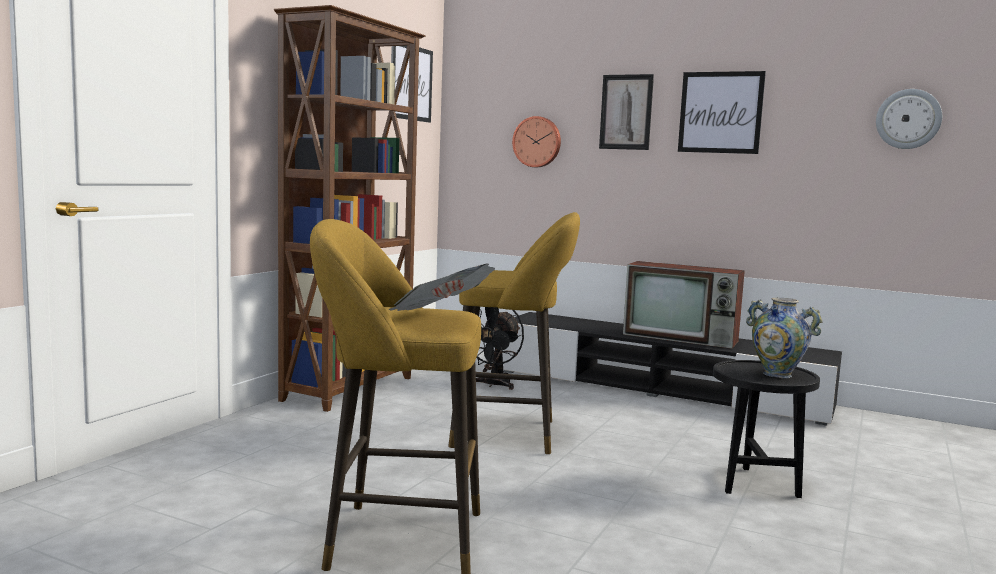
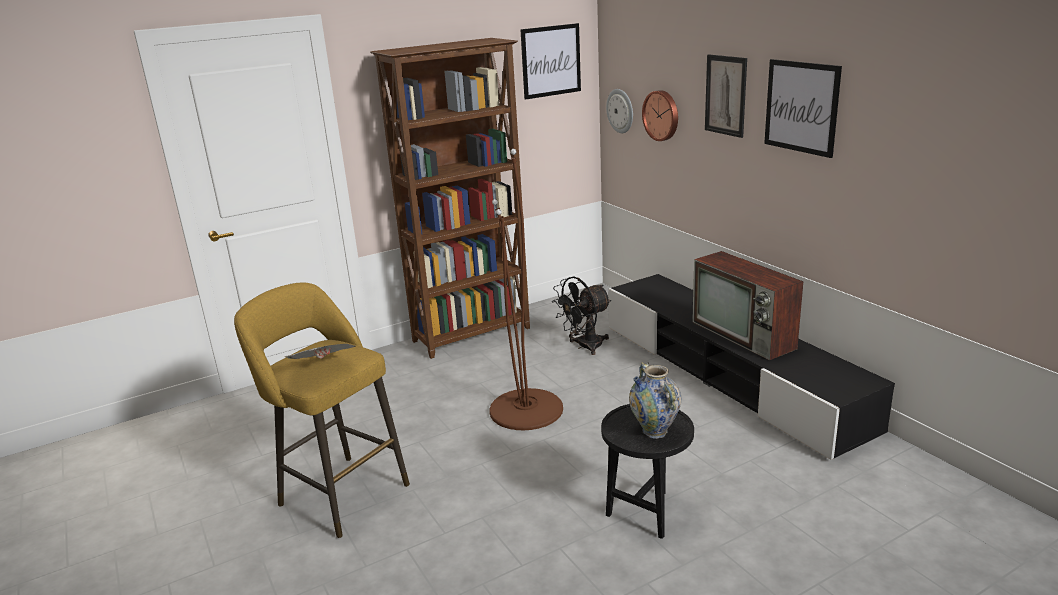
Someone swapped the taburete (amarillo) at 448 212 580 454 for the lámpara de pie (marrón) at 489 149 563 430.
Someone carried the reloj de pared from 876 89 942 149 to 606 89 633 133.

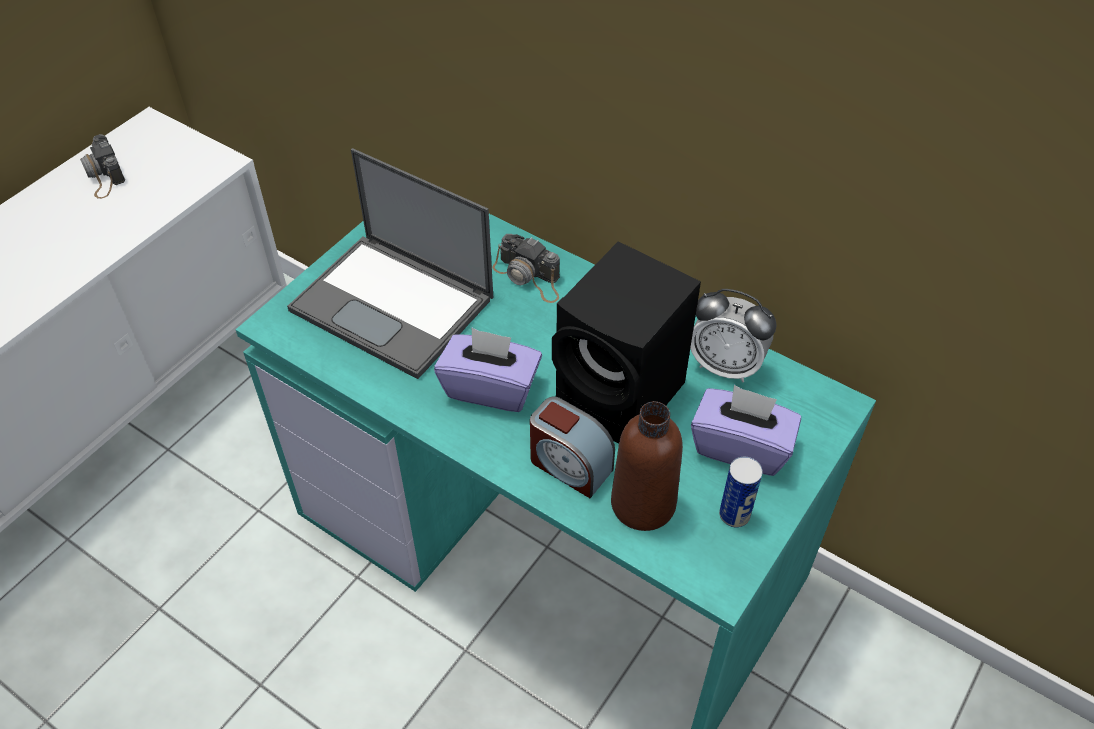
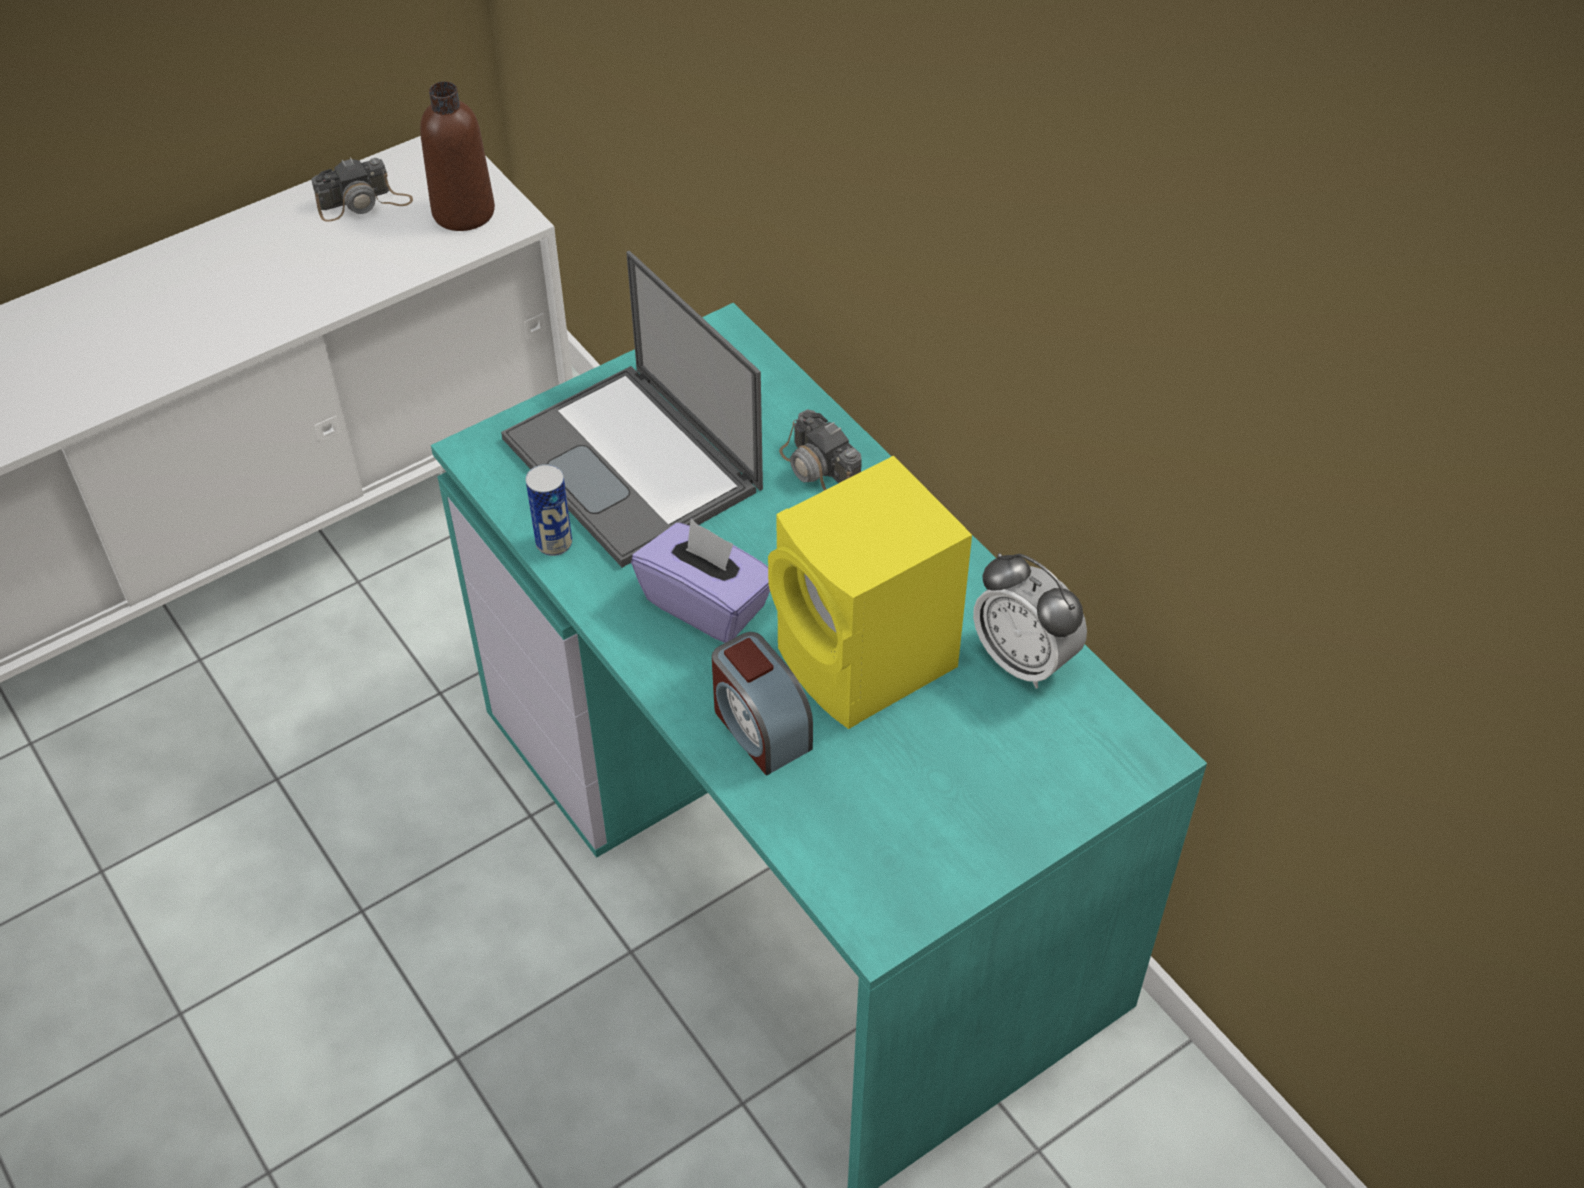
Someone rotated the cámara at 80 134 125 199 by 105 degrees counterclockwise.
Someone carried the botella (marrón) from 611 401 683 531 to 420 81 495 231.
Someone carried the lata from 719 457 763 528 to 526 464 572 556.
Someone repainted the altavoz (negro) at 552 241 701 443, which became the altavoz (amarillo) at 768 456 972 729.
Someone took away the caja de pañuelos (morado) at 691 385 801 476.

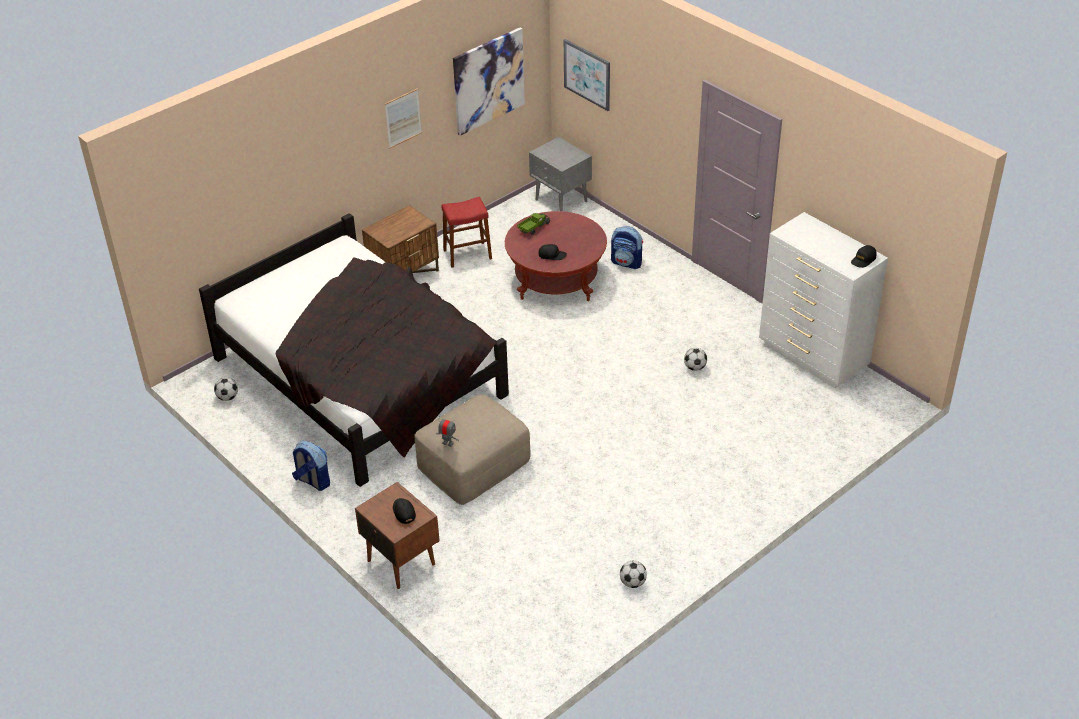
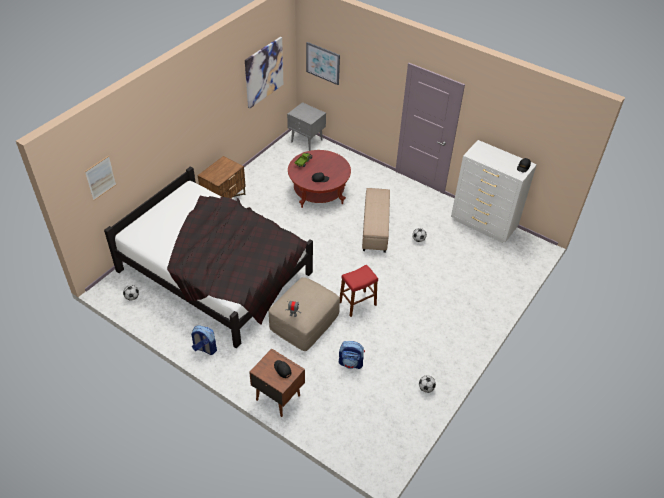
Someone carried the cuadro from 385 88 422 148 to 85 156 116 201.
Someone carried the mochila from 611 226 643 269 to 339 341 365 369.
Someone carried the taburete (rojo) from 442 197 492 268 to 340 264 378 317.
Someone put down the puf (beis) at 362 188 390 253.

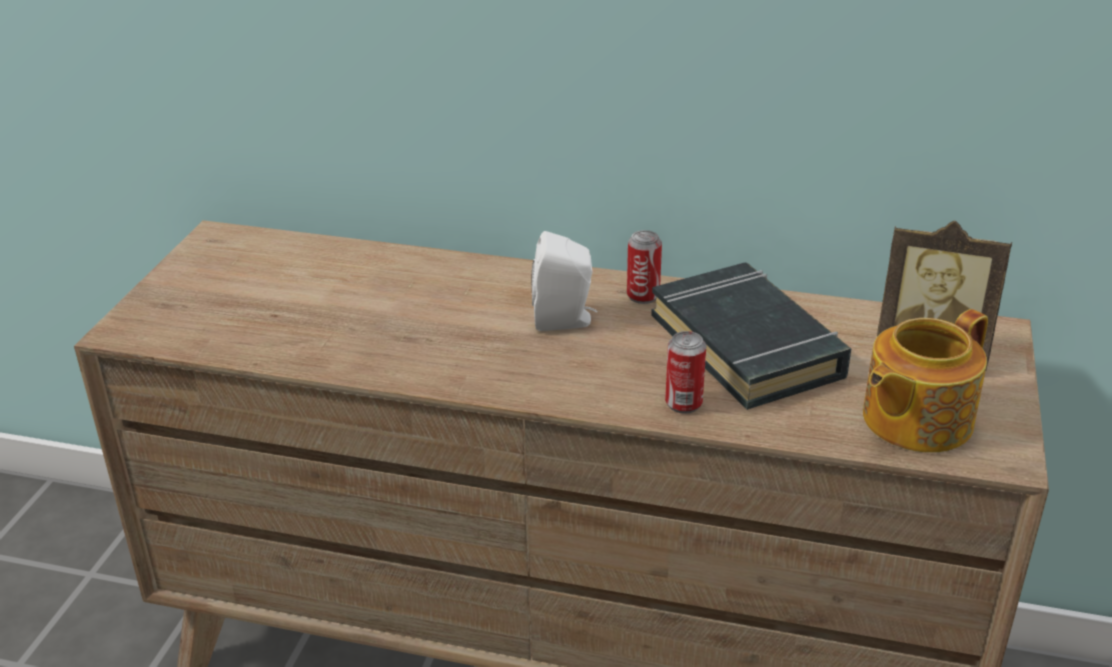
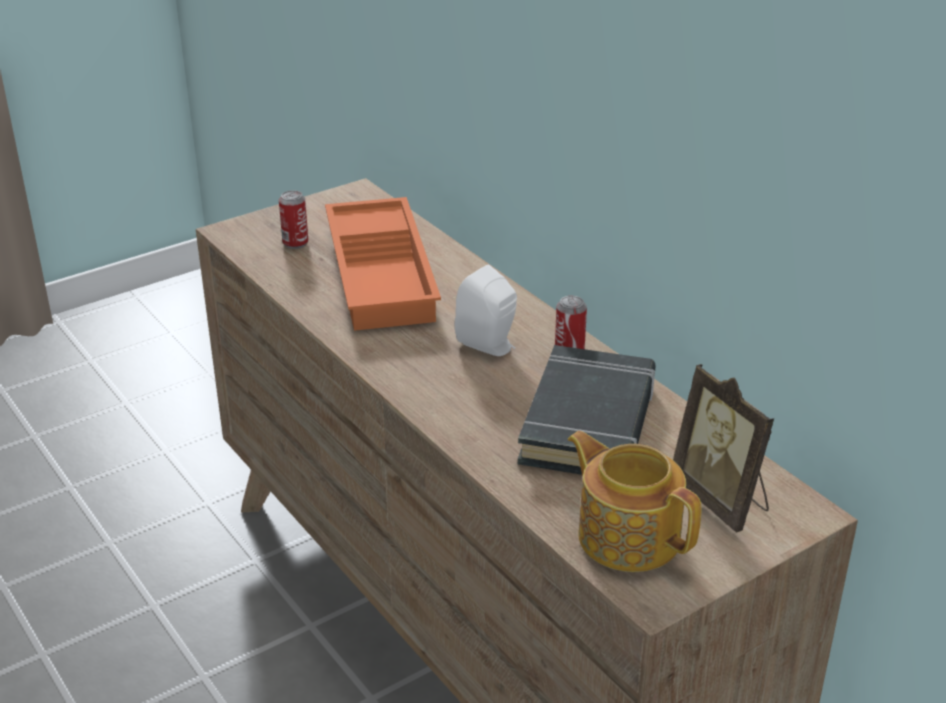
Someone carried the lata from 665 331 706 414 to 279 190 308 249.
Someone put down the bandeja (naranja) at 325 197 441 331.
Someone rotated the tetera at 863 309 988 453 by 45 degrees clockwise.

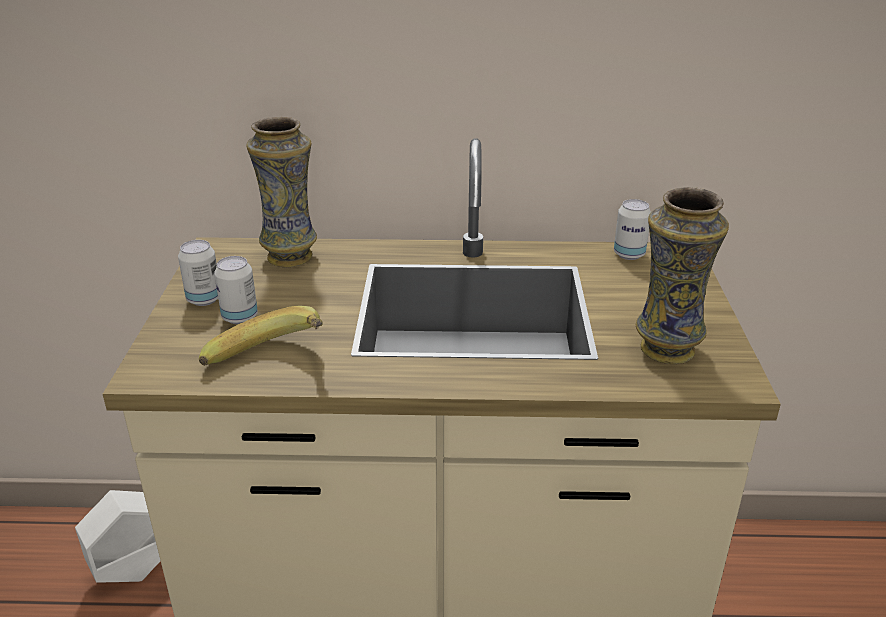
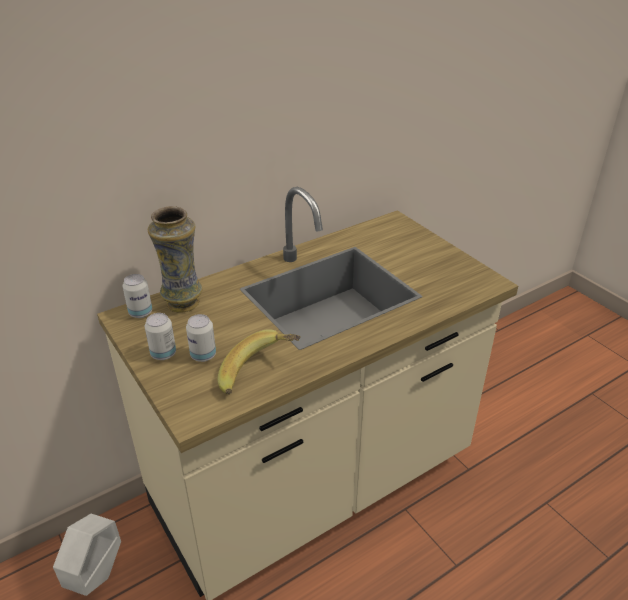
Someone carried the lata from 614 199 651 260 to 123 274 152 318.
Someone took away the florero at 636 187 729 364.

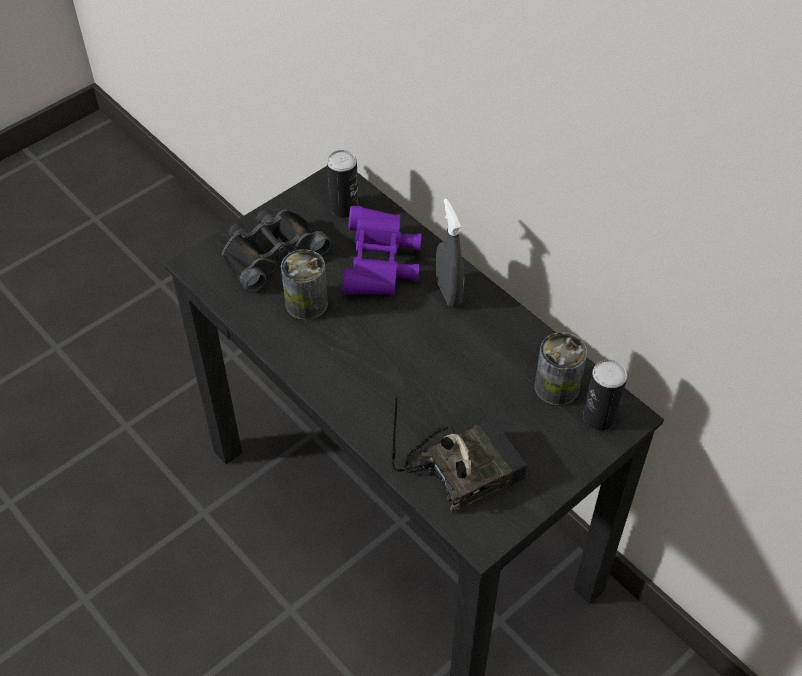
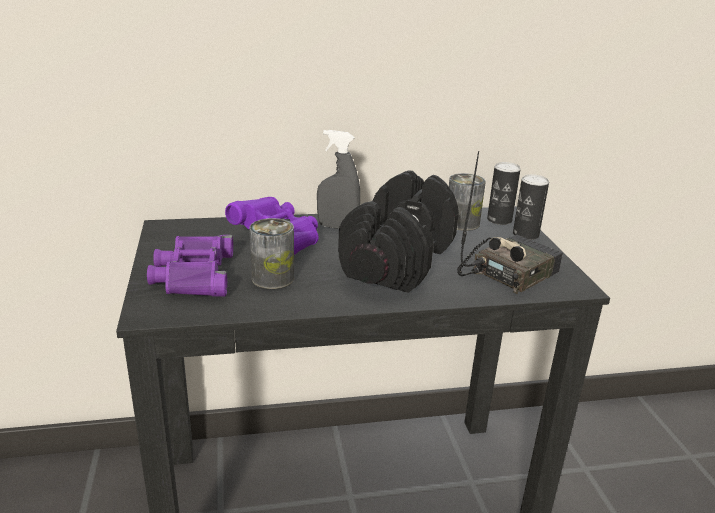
Someone repainted the prismáticos (negro) at 222 209 331 292, which became the prismáticos (morado) at 147 235 233 297.
Someone put down the mancuerna (negro) at 338 170 459 293.
Someone rotated the radio at 391 396 527 513 by 45 degrees clockwise.
Someone carried the lata from 327 150 359 218 to 513 174 549 240.

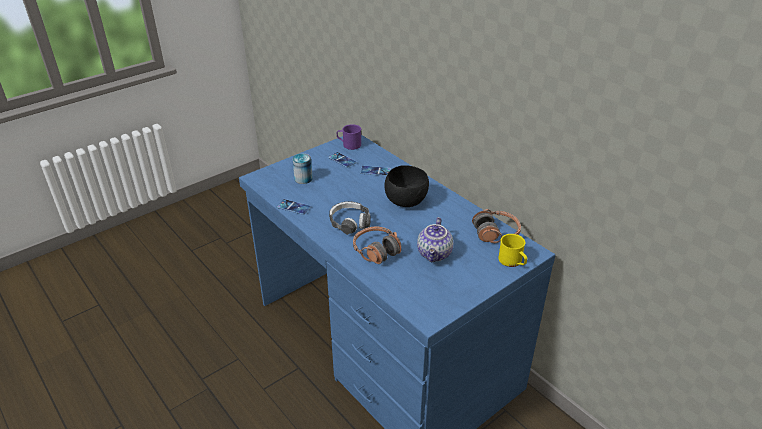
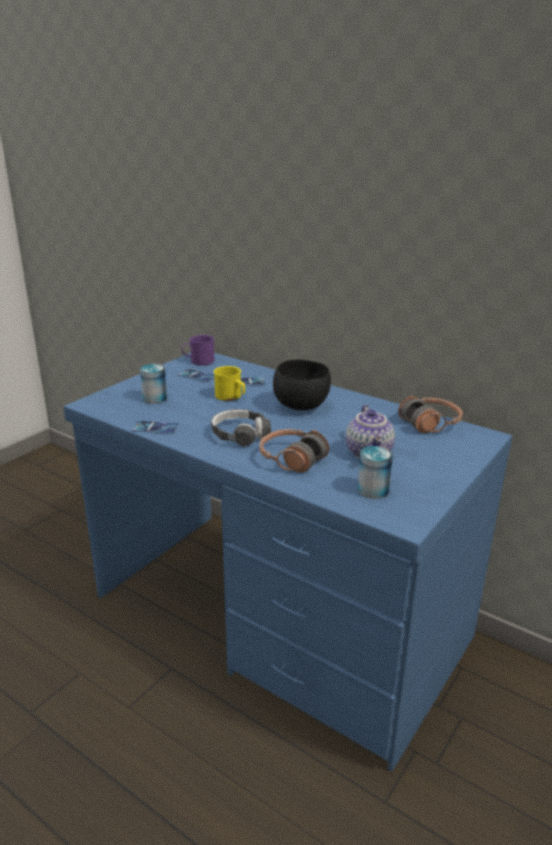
Someone carried the taza grande (amarillo) from 498 234 527 267 to 214 366 245 401.
Someone put down the lata at 358 446 393 499.

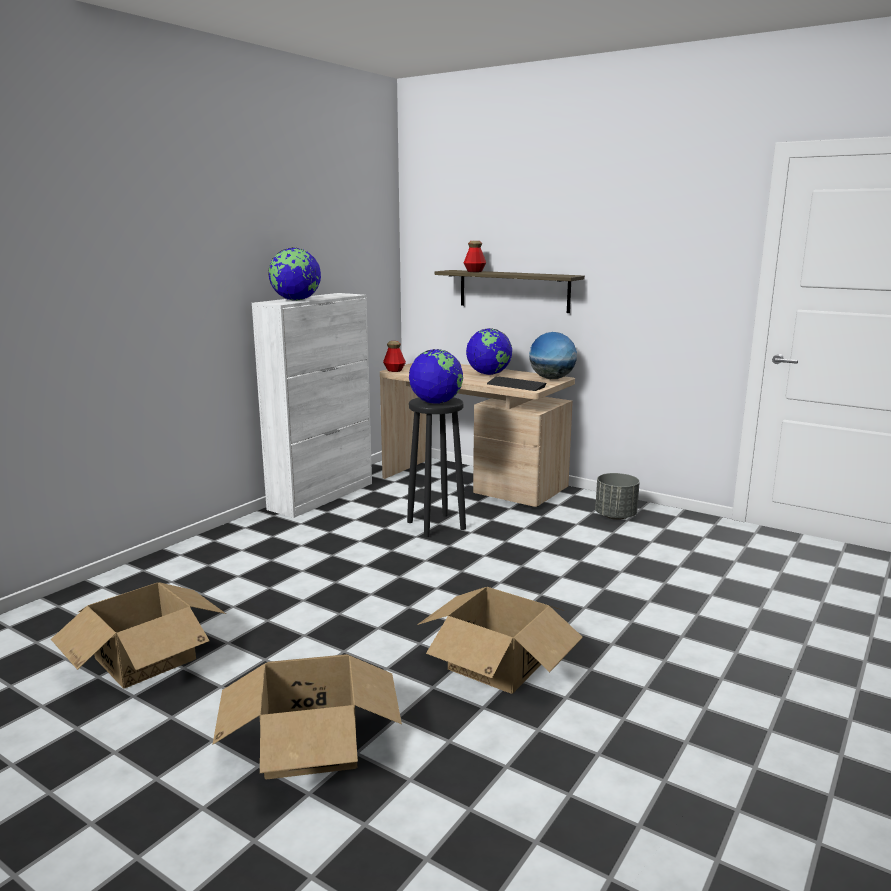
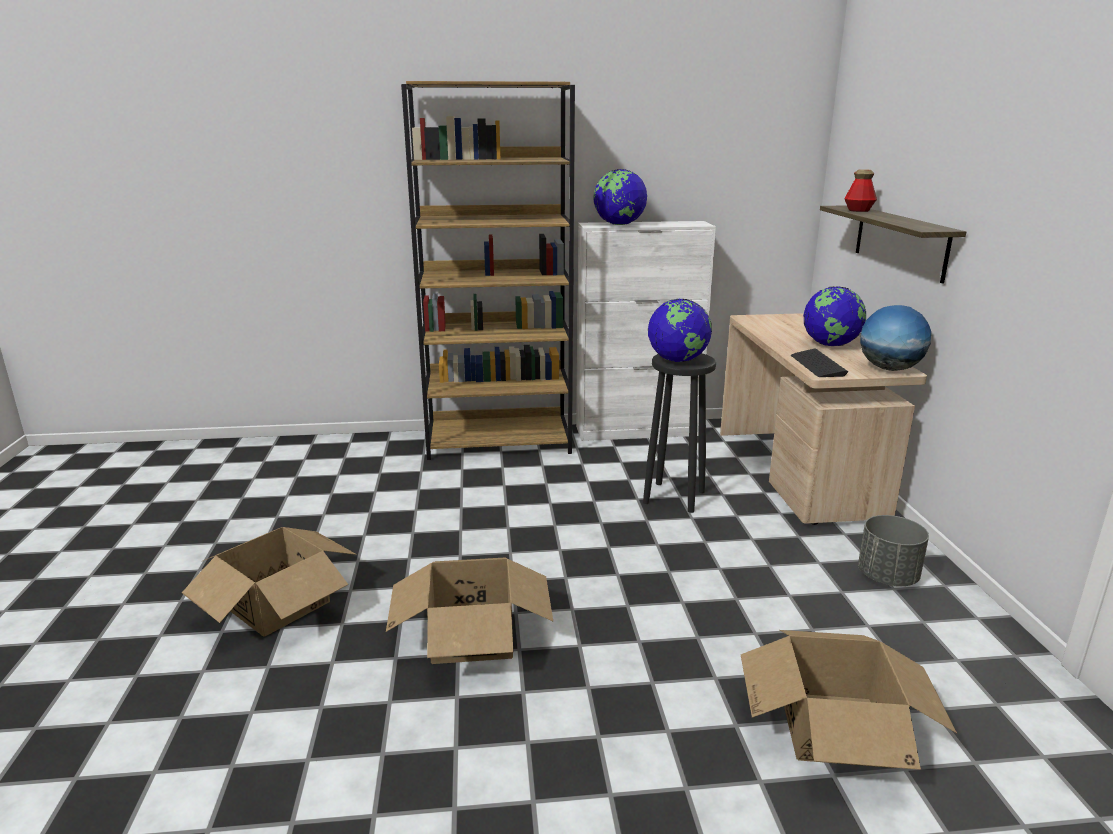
Someone put down the estantería (marrón) at 401 81 575 460.
Someone carried the caja de cartón from 51 582 226 689 to 741 630 957 770.
Someone took away the botella at 383 341 406 372.

